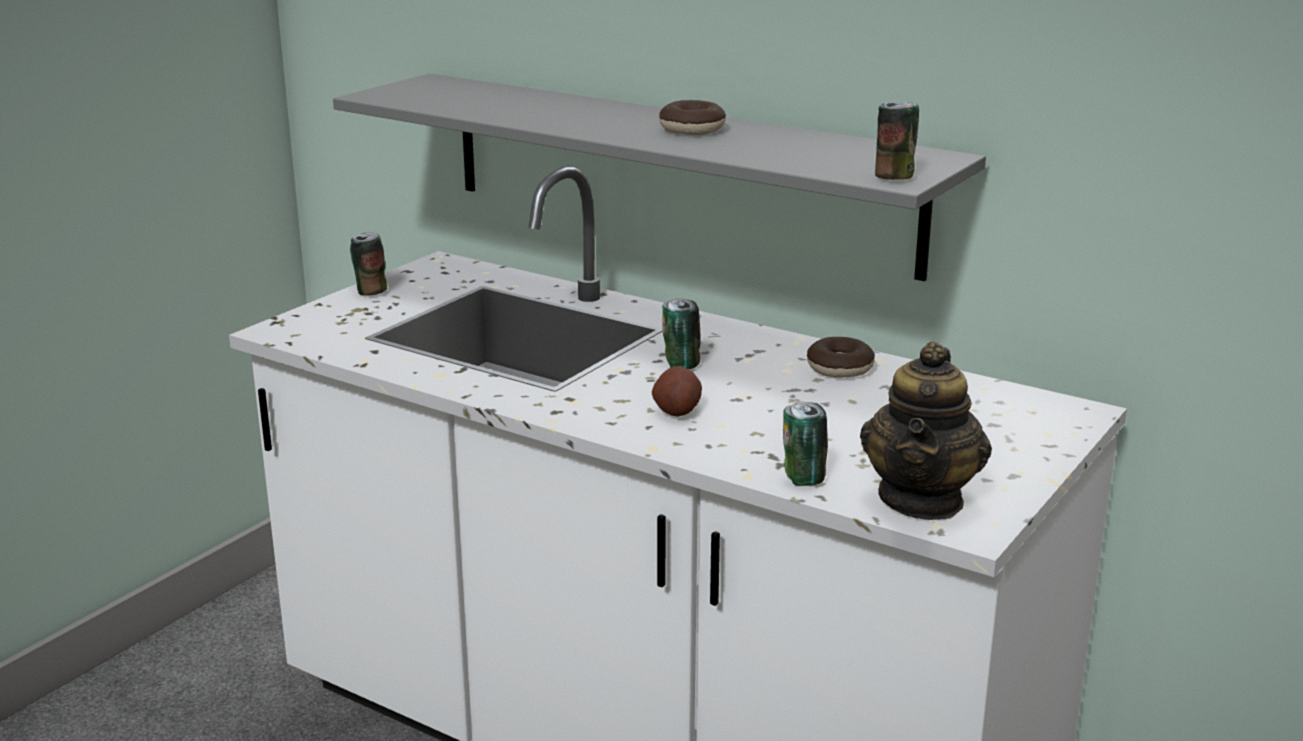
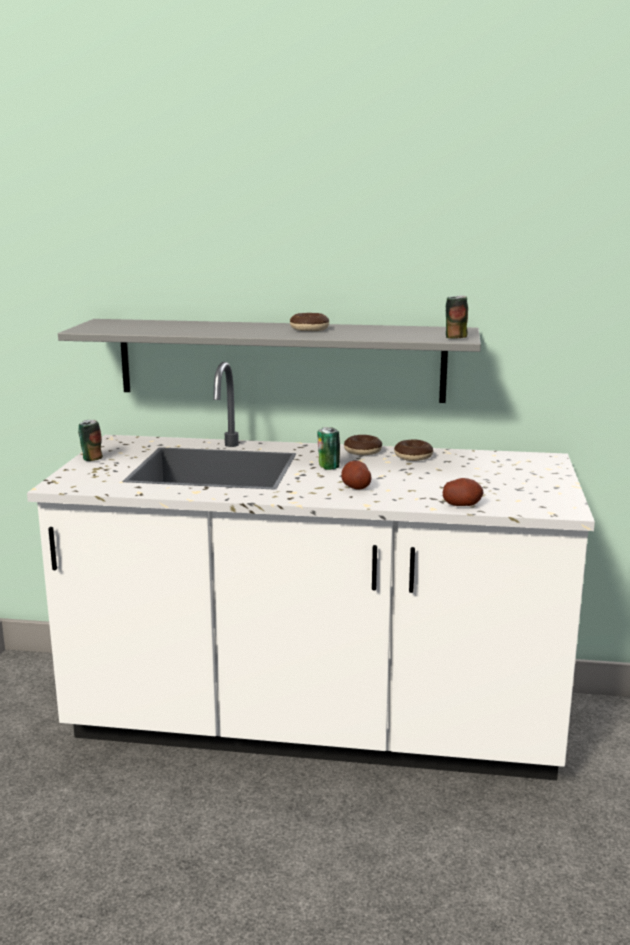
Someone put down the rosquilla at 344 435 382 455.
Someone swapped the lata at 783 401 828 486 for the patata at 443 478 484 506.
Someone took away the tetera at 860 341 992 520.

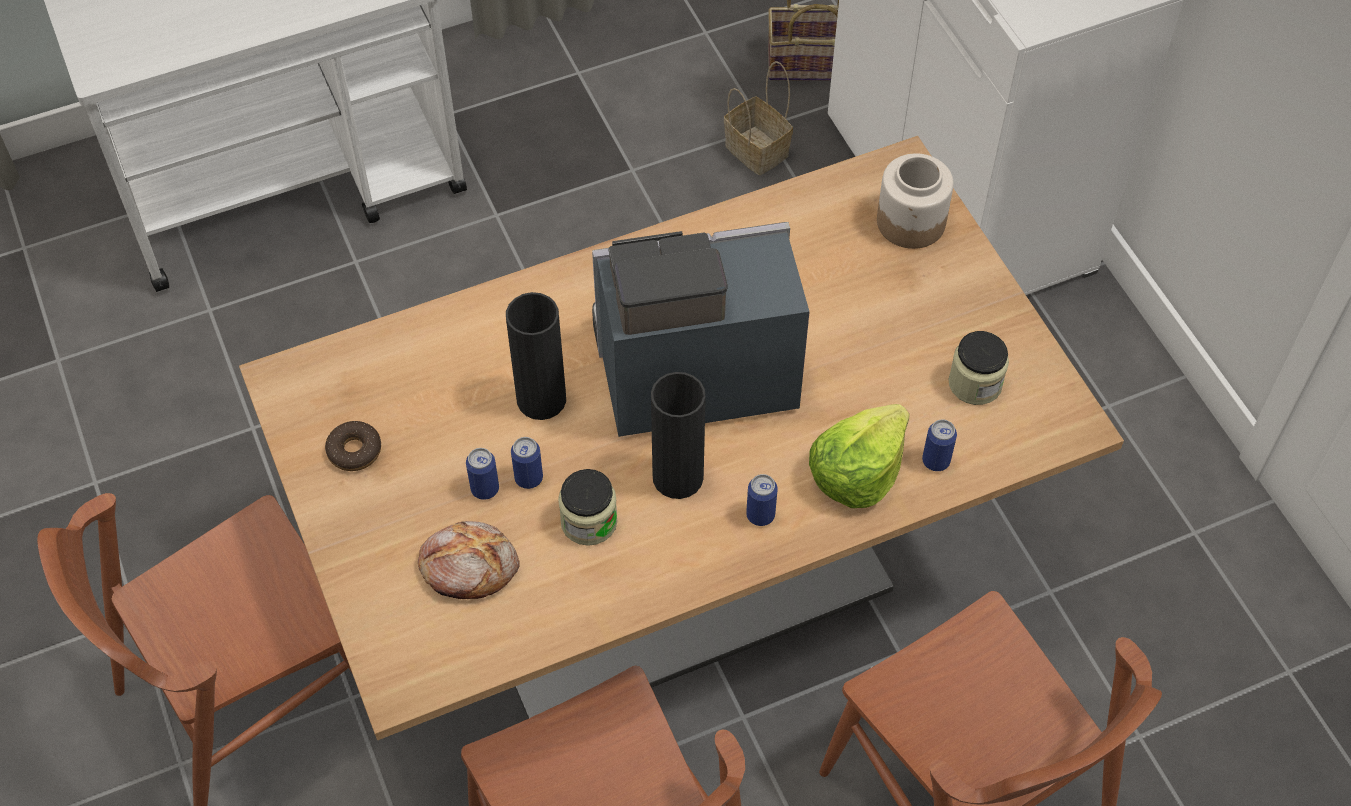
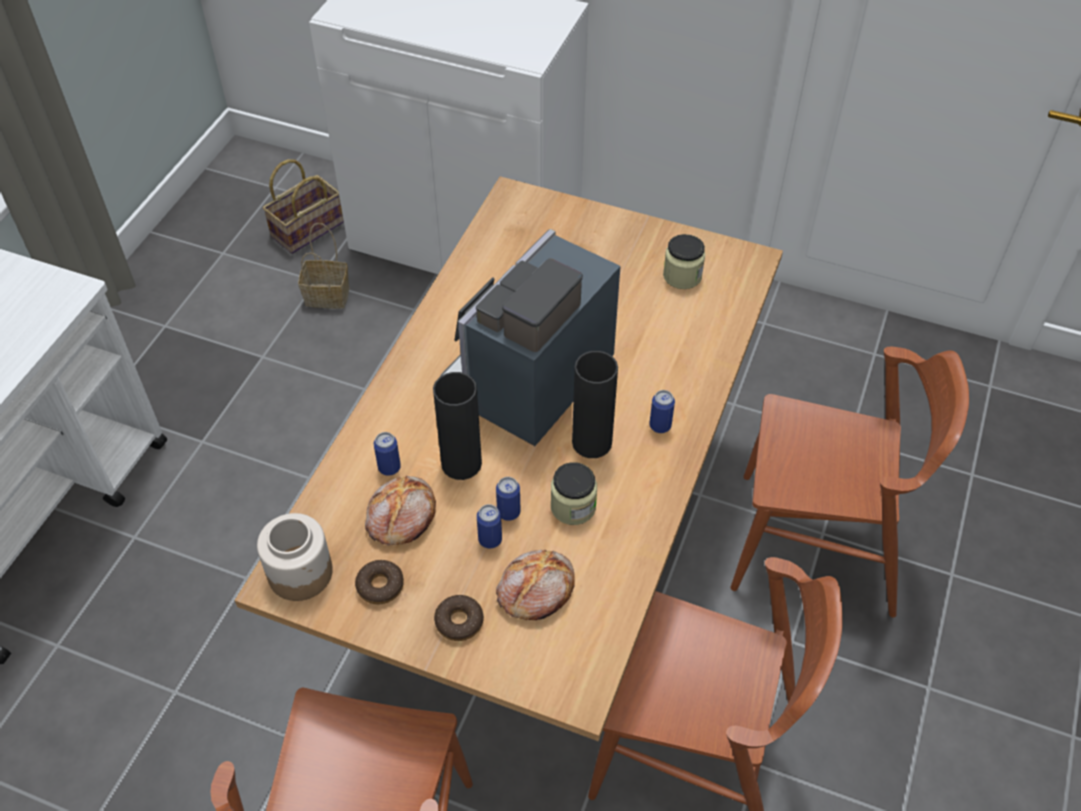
Someone carried the tarro from 877 153 954 249 to 257 513 333 601.
Someone put down the pan at 365 476 436 546.
Someone carried the lata from 922 420 957 471 to 374 432 401 476.
Someone put down the rosquilla at 434 595 484 641.
Someone took away the lechuga at 809 404 910 508.

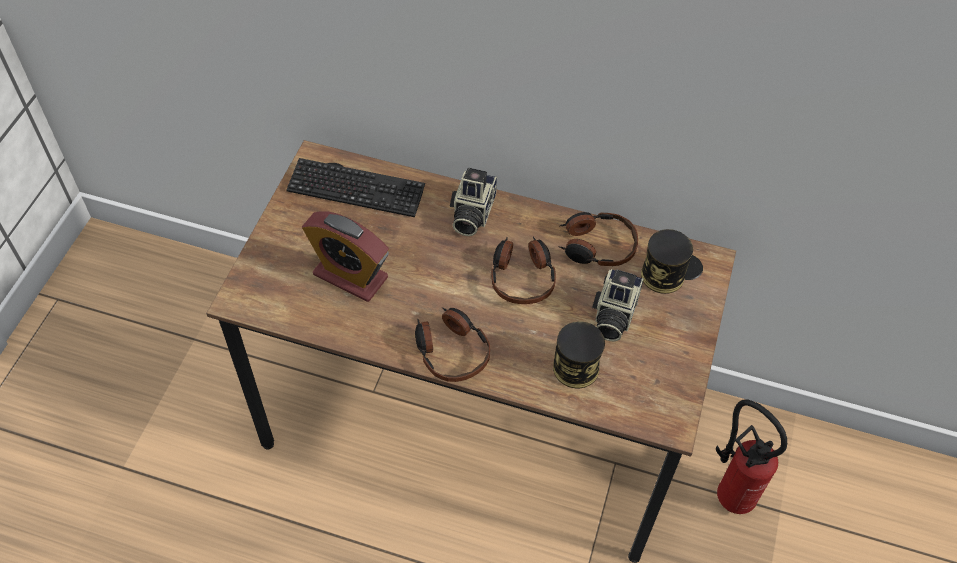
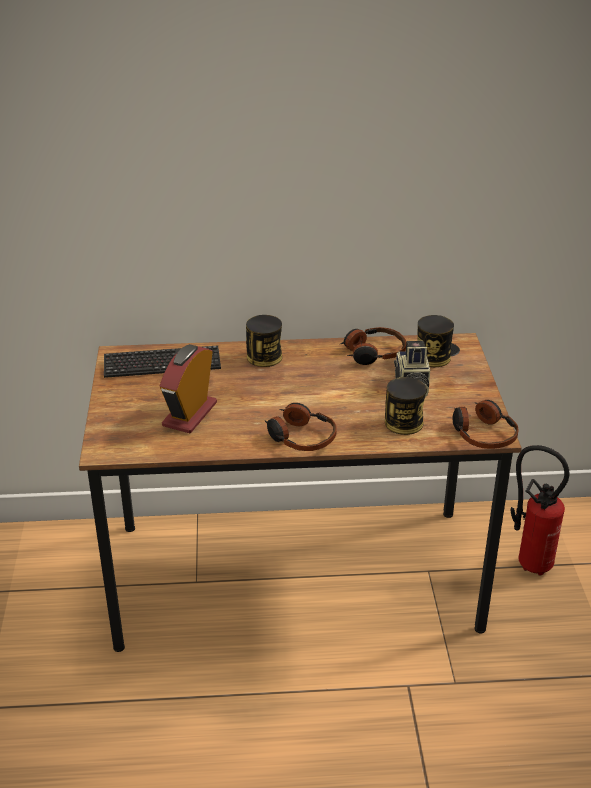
Someone rotated the despertador at 302 211 389 302 by 105 degrees clockwise.
Someone swapped the cámara at 450 167 497 236 for the lata at 246 315 282 367.
Someone carried the auriculares from 491 237 556 304 to 453 400 518 449.

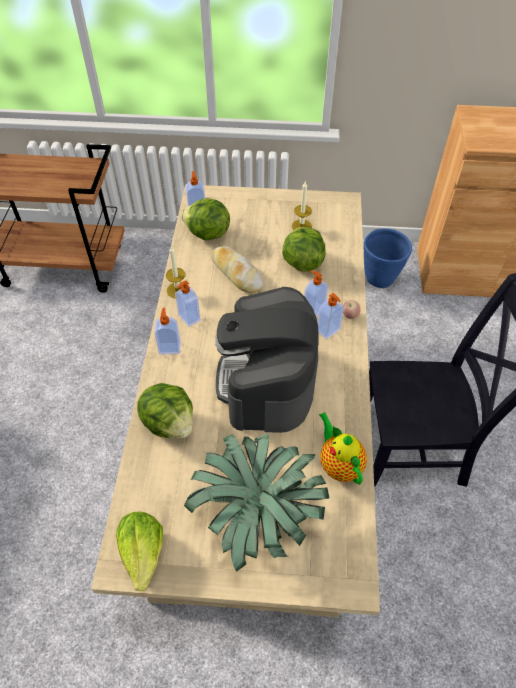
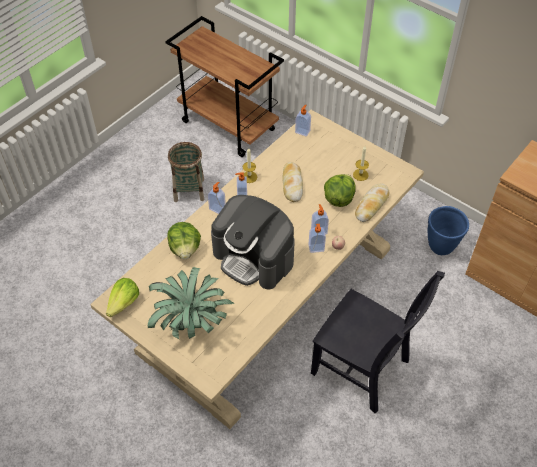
Someone put down the cesta at 168 142 204 202.
Someone rotated the cafetera at 215 287 319 433 by 90 degrees counterclockwise.
Someone put down the pan at 355 183 389 222.
Someone took away the lechuga at 181 198 230 240.
Someone took away the tetera at 319 412 367 485.

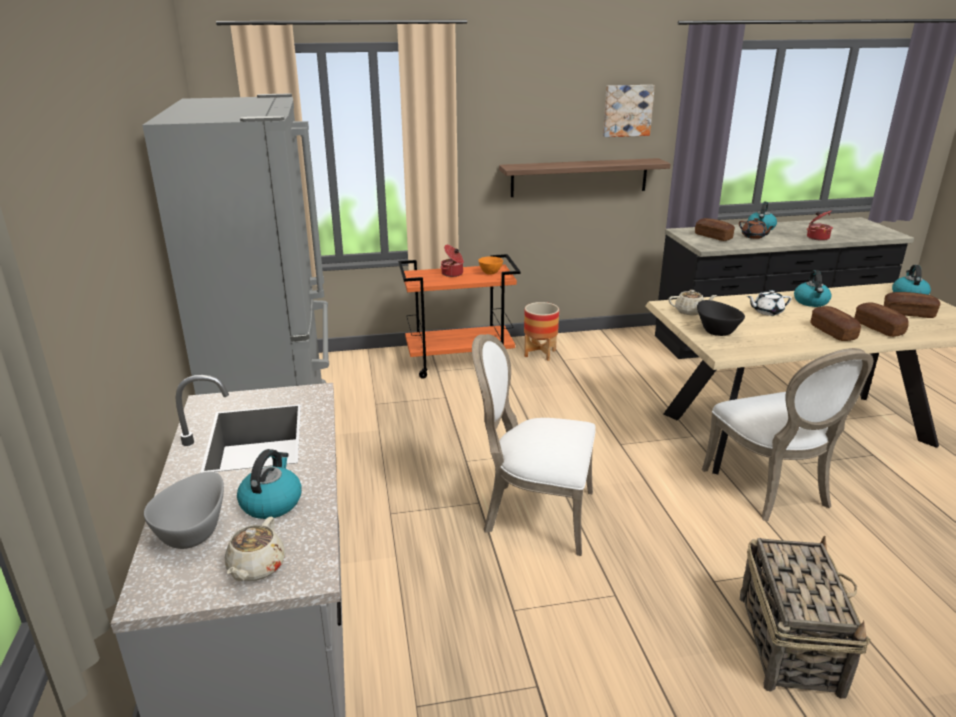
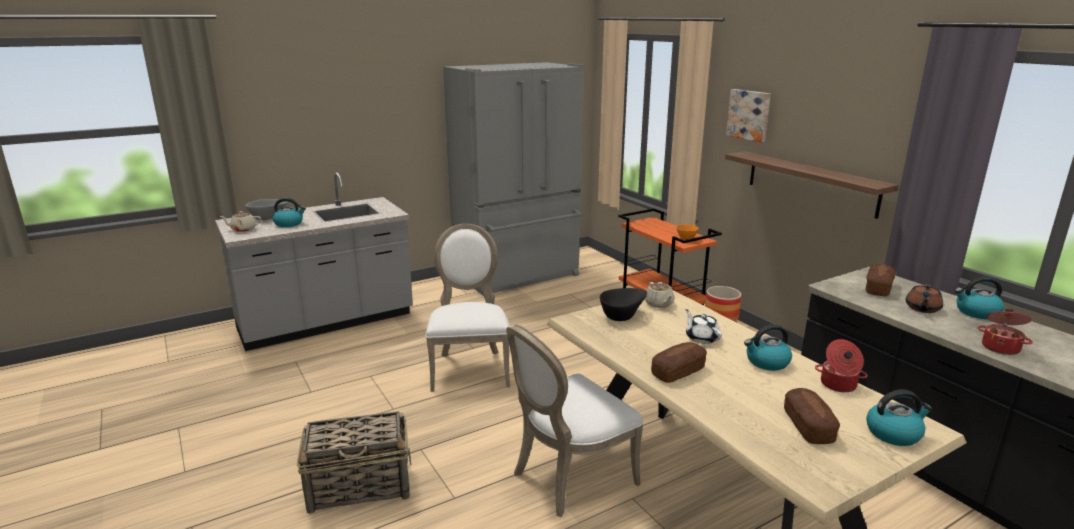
Someone carried the cuadro from 603 85 655 137 to 726 89 771 142.
Someone carried the olla from 440 245 464 277 to 815 339 868 392.
Someone took away the pan at 854 303 909 337.

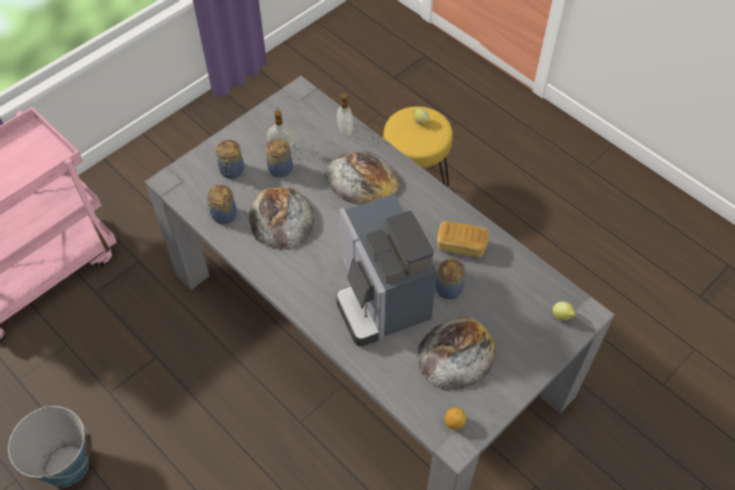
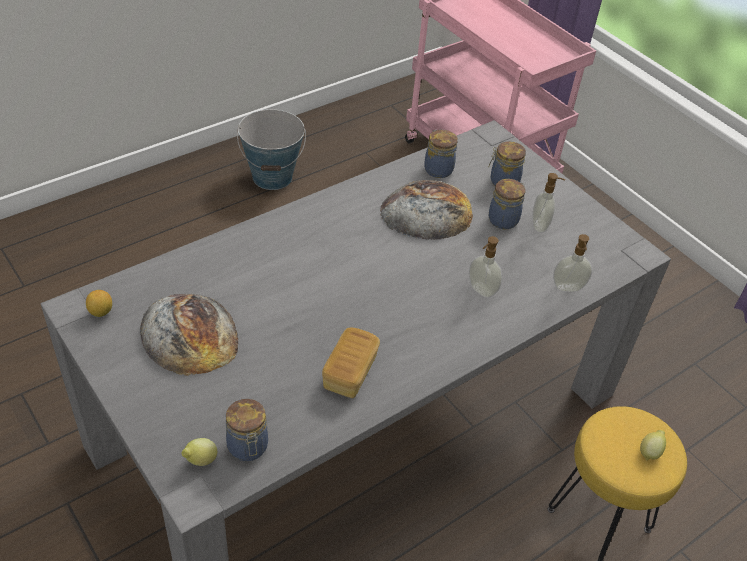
Someone carried the tarro from 436 259 467 299 to 226 399 268 461.
Someone swapped the pan at 325 151 399 205 for the dispensador de jabón at 469 236 502 298.
Someone took away the cafetera at 336 194 437 346.

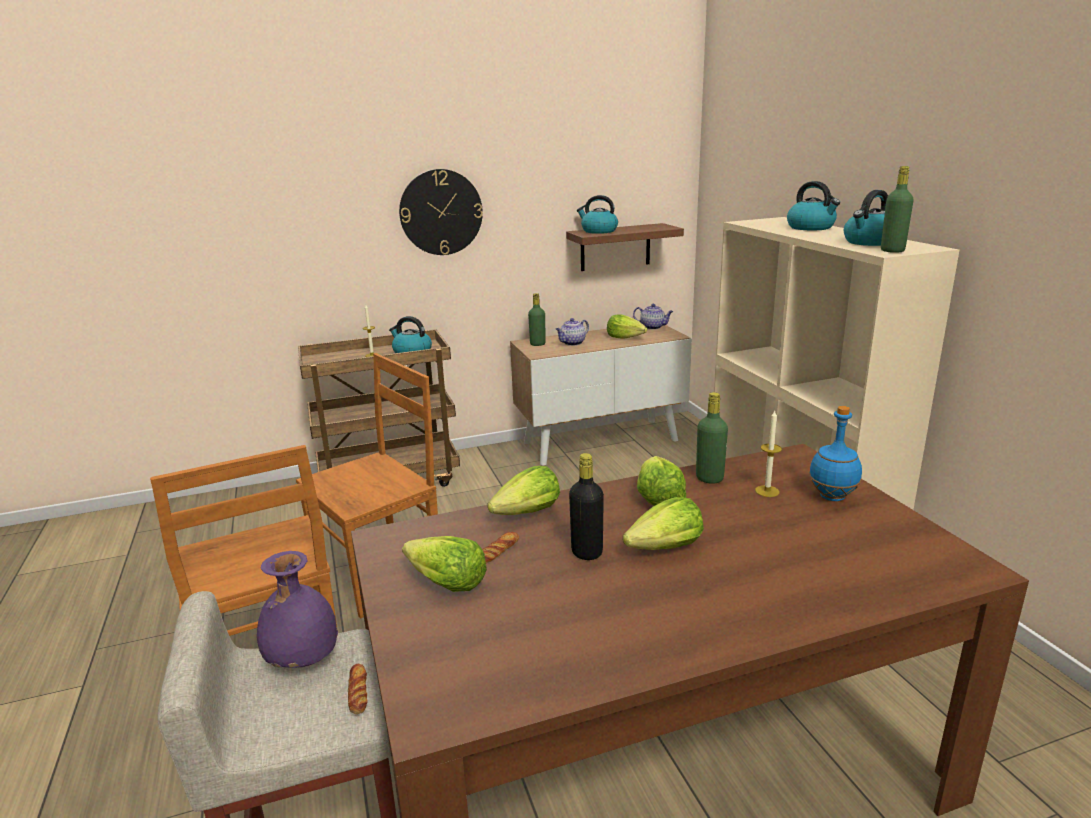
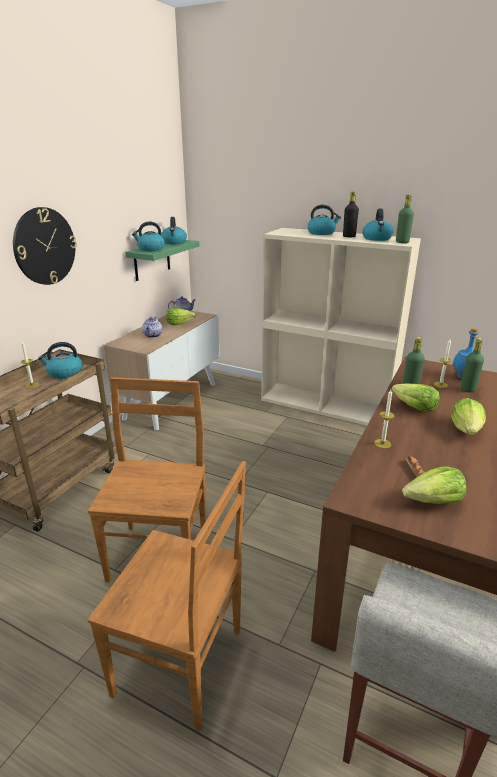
Someone repainted the estante (marrón) at 566 223 684 271, which became the estante (verde) at 125 240 199 281.
Someone put down the hervidor at 161 217 187 244.
Someone carried the botella (negro) from 569 453 604 560 to 343 192 359 238.
Someone swapped the lechuga at 487 466 560 515 for the vela at 374 390 395 448.
Someone carried the botella (verde) from 528 293 546 346 to 461 338 484 393.
Someone took away the florero (morado) at 257 551 338 668.
Someone took away the pan at 348 664 368 714.

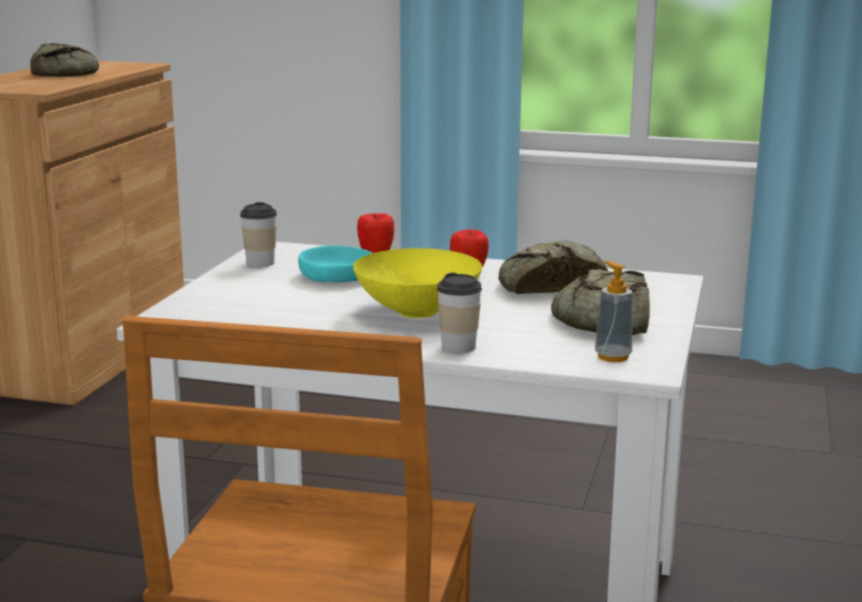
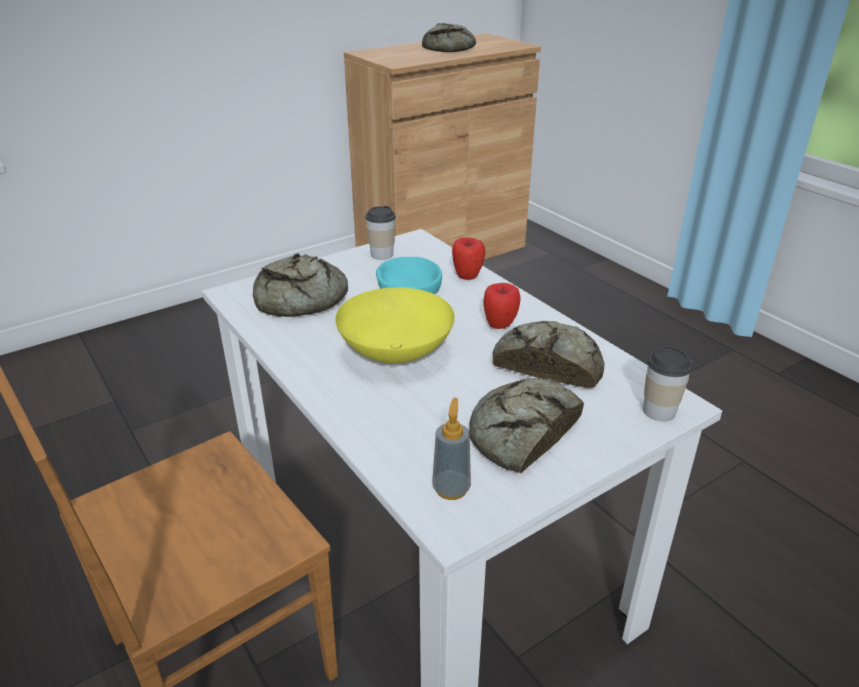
Someone put down the pan at 253 253 348 317.
Someone carried the taza from 437 273 482 353 to 643 346 693 421.

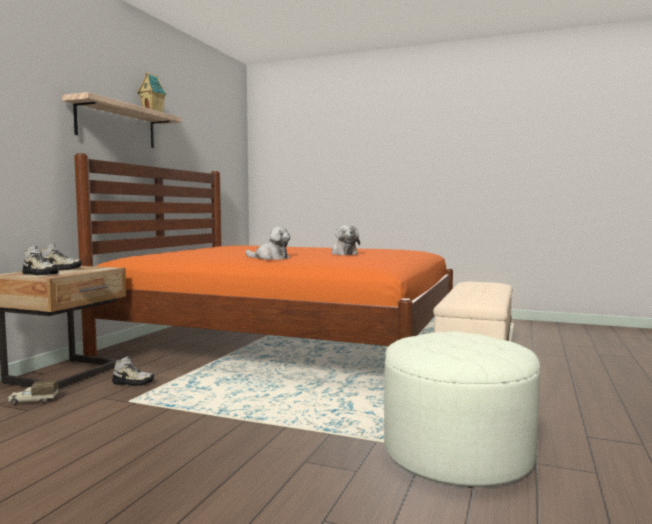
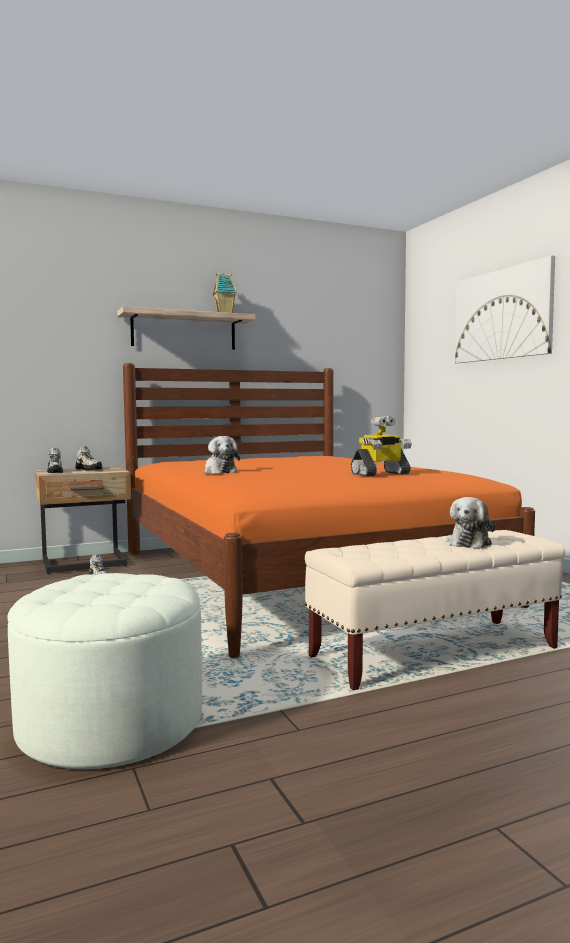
Someone put down the robot de juguete at 351 416 412 476.
Someone carried the peluche from 331 225 360 255 to 446 497 496 548.
Someone put up the cuadro at 455 255 555 363.
Someone took away the camión de juguete at 8 380 58 405.

